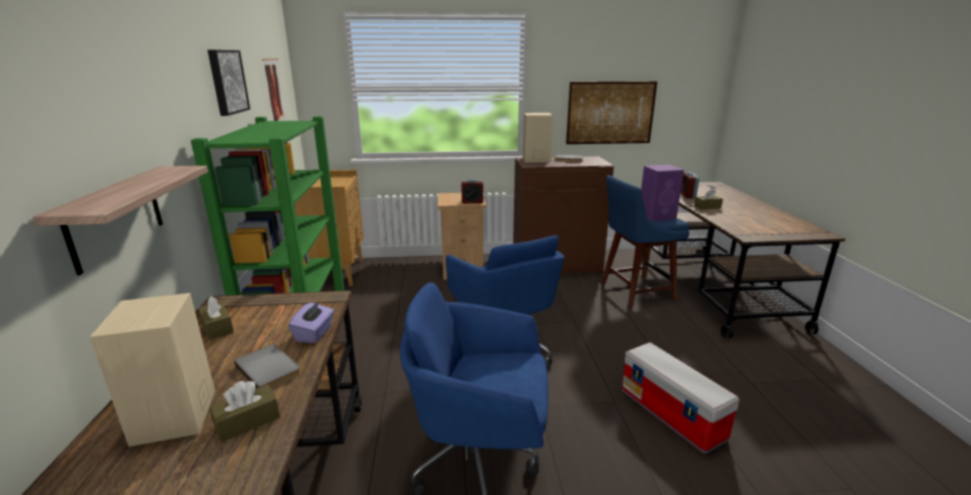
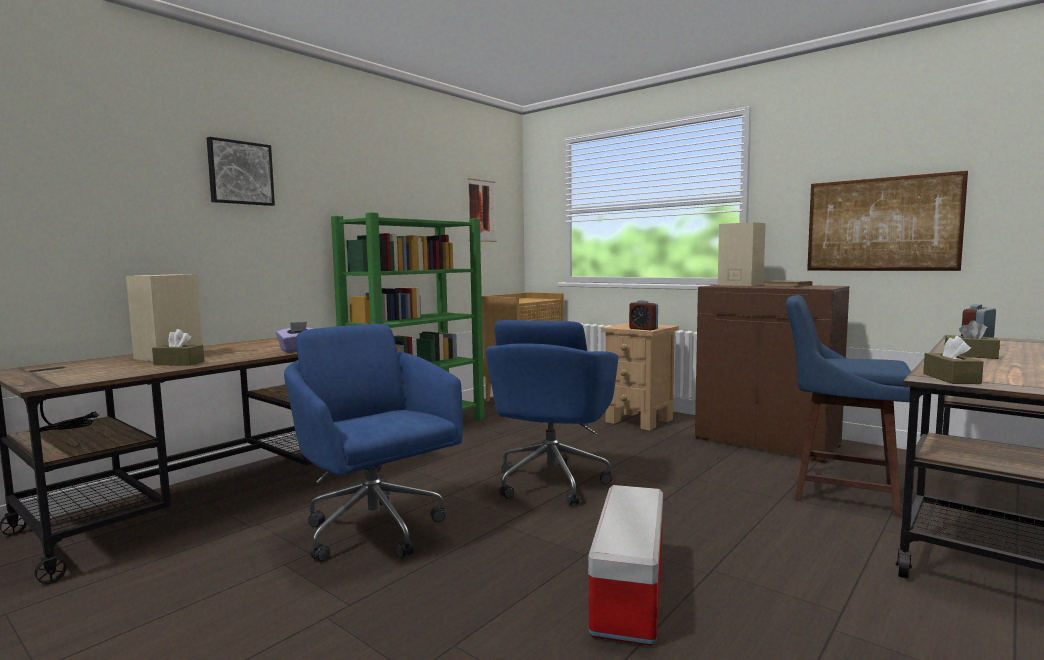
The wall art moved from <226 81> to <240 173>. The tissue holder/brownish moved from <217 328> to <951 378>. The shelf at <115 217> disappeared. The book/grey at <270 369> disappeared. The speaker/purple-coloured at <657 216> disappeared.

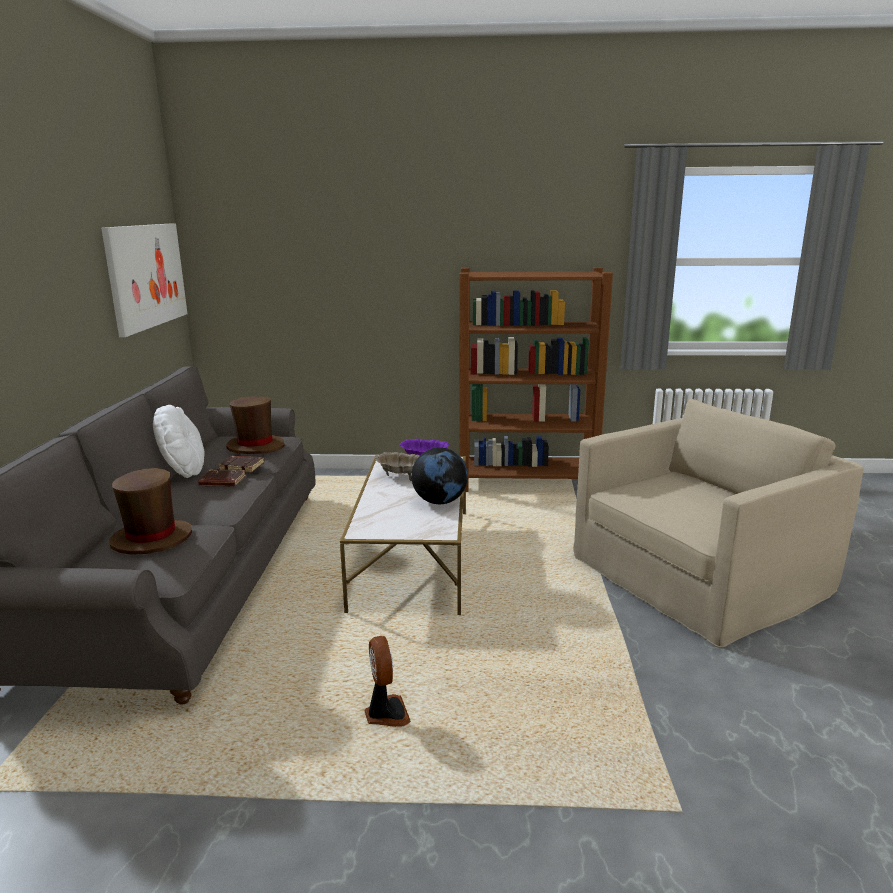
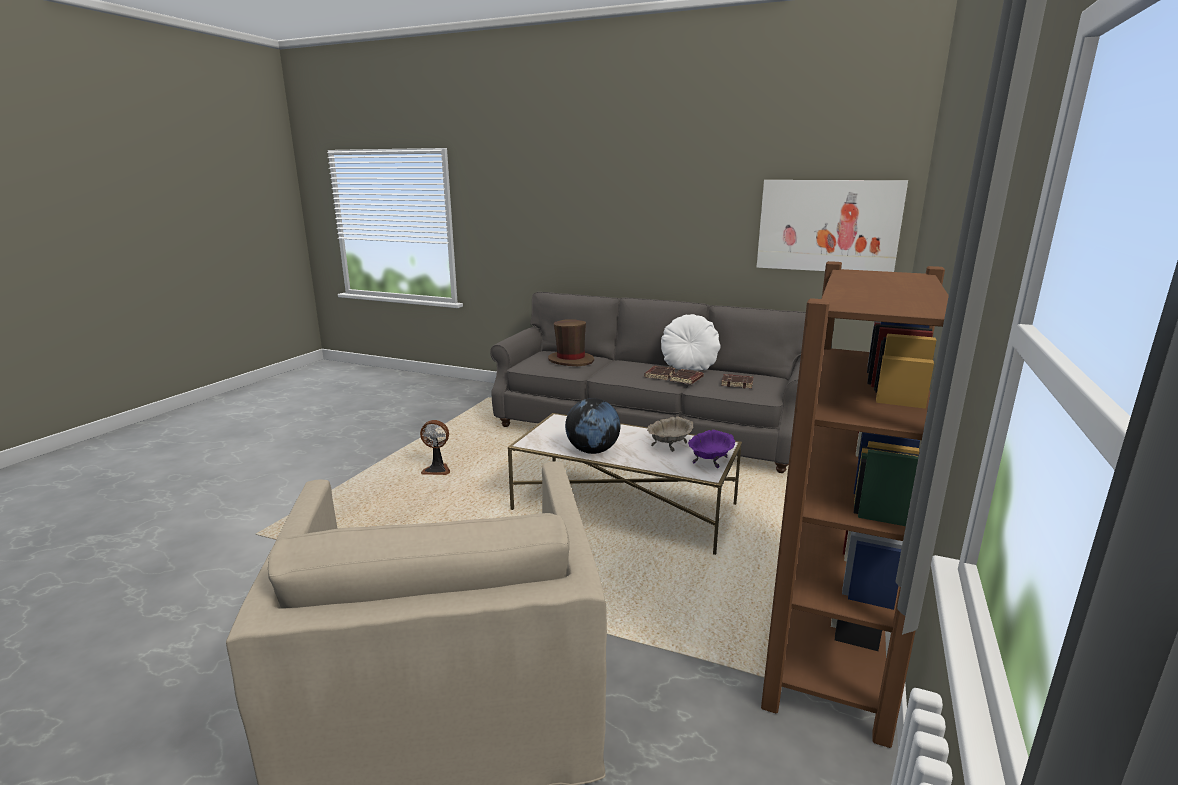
The clothing hat/brownish at <255 446> was replaced by the book/brownish at <737 384>.

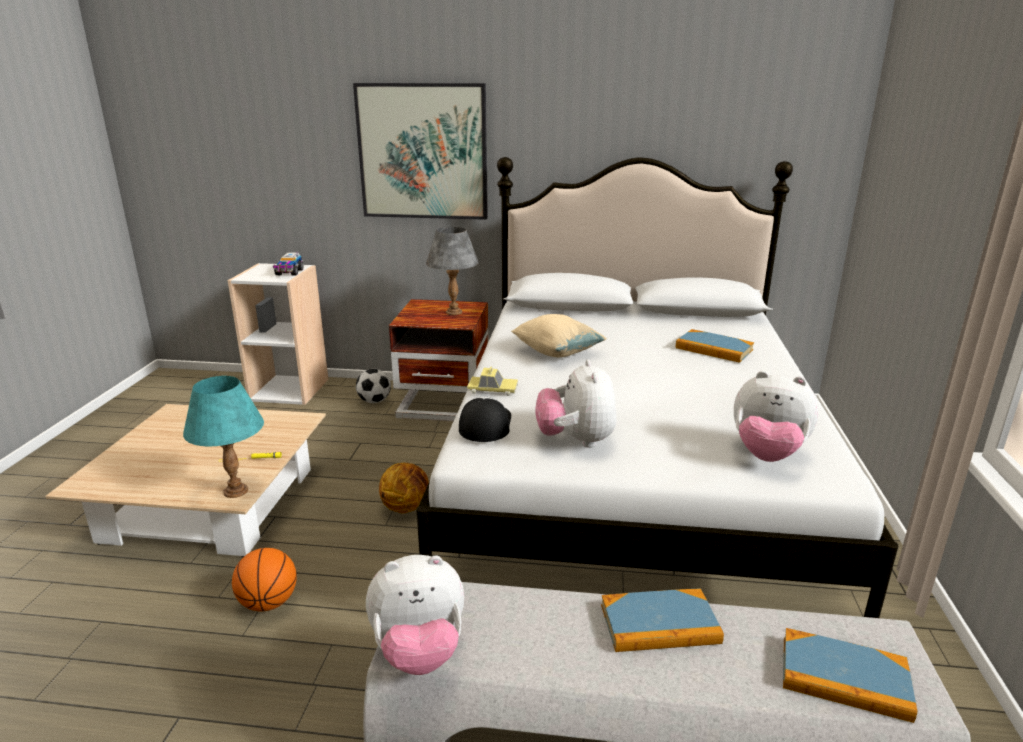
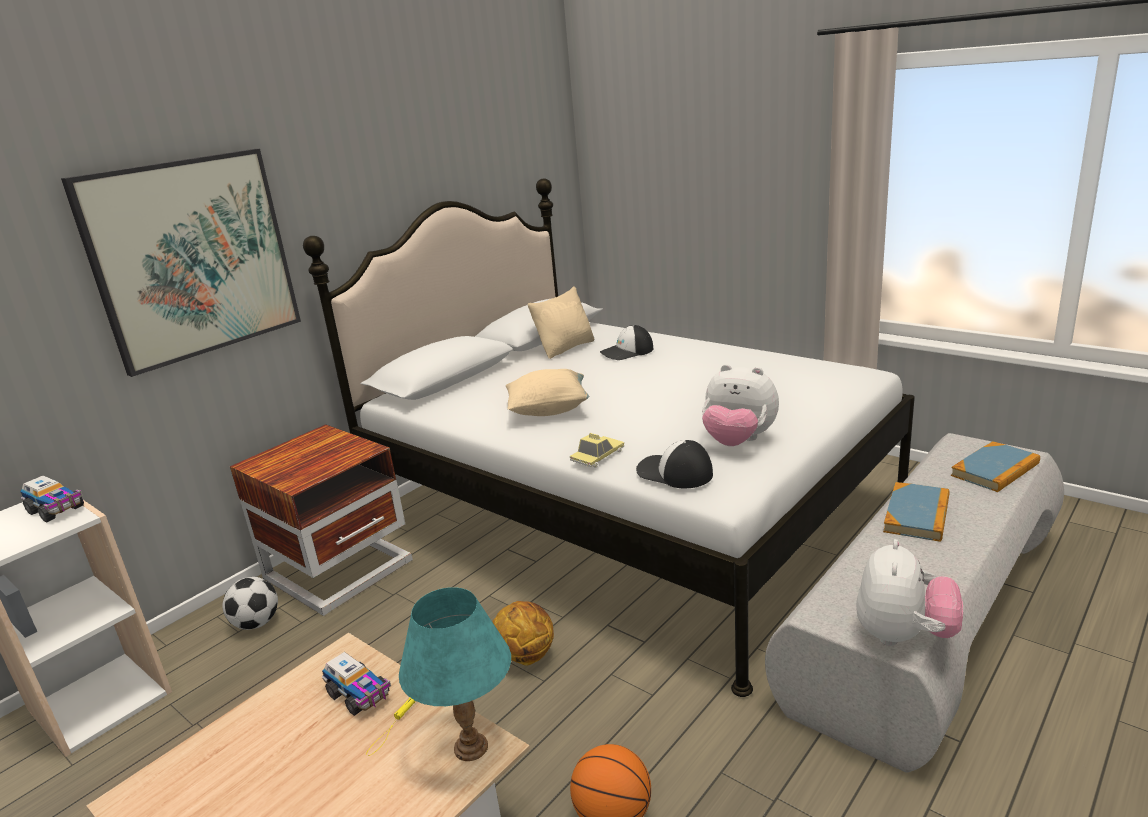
The toy lorry at <359 695> appeared. The pillow/beige at <565 348> appeared. The book at <714 349> was replaced by the baseball cap at <627 352>. The lamp for a table/grey at <454 312> disappeared. The cuddly toy at <767 454> disappeared.

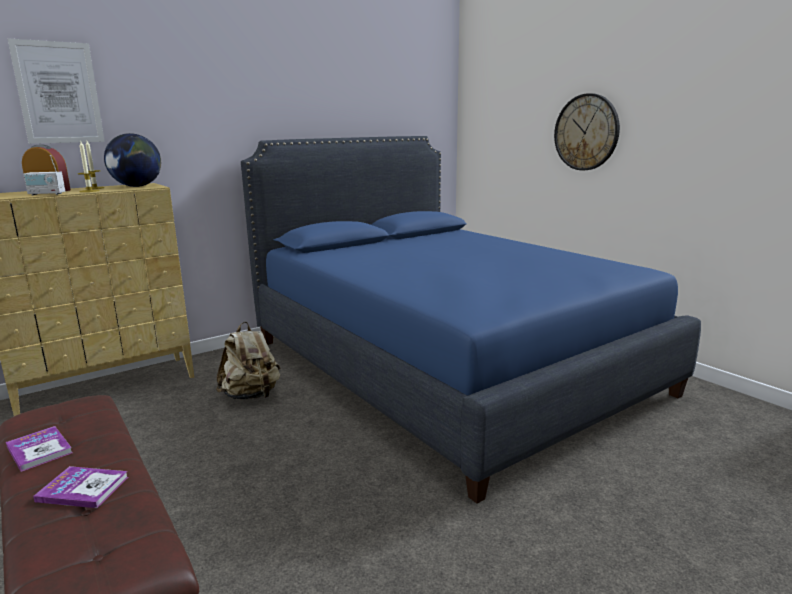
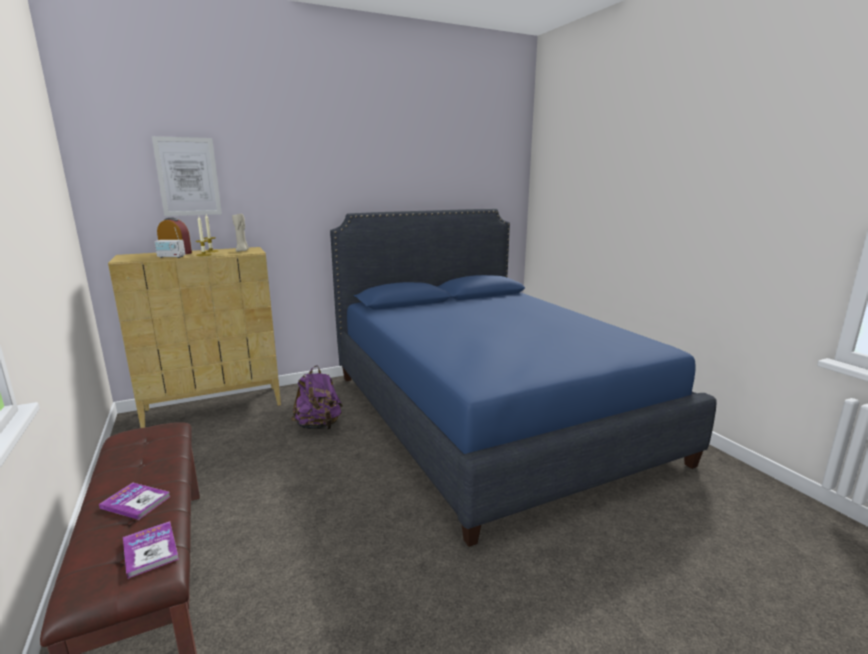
The book moved from <39 450> to <150 550>. The globe at <137 186> was replaced by the wax candle/beige at <242 251>. The knapsack/beige at <251 396> became the knapsack/purple-coloured at <319 426>. The hanging clock at <586 132> disappeared.

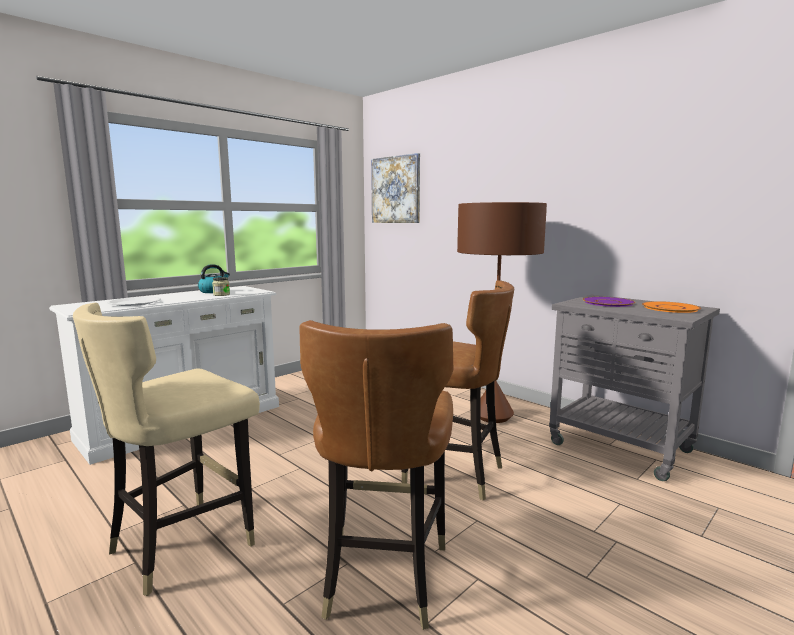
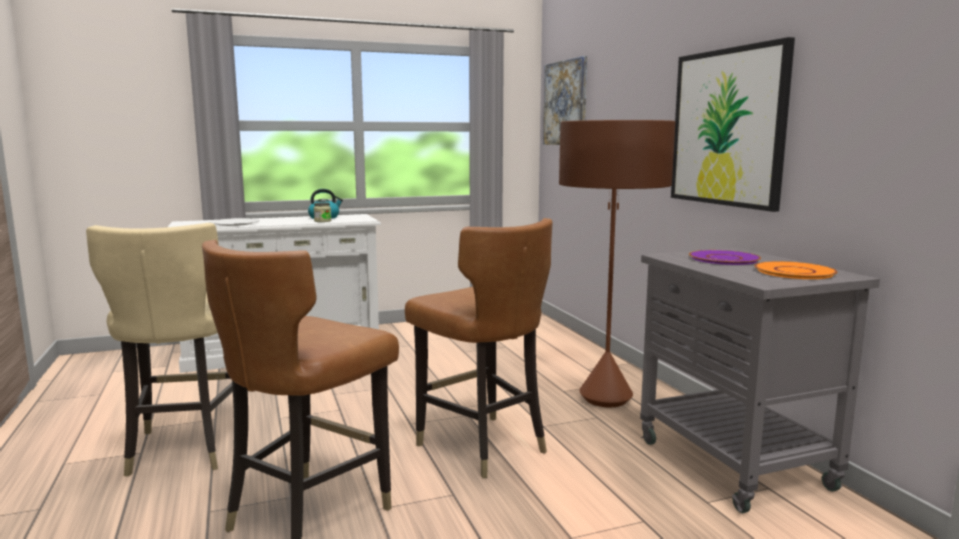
The plain chair/beige at <183 543> turned 75 degrees counterclockwise. The wall art at <727 127> appeared.

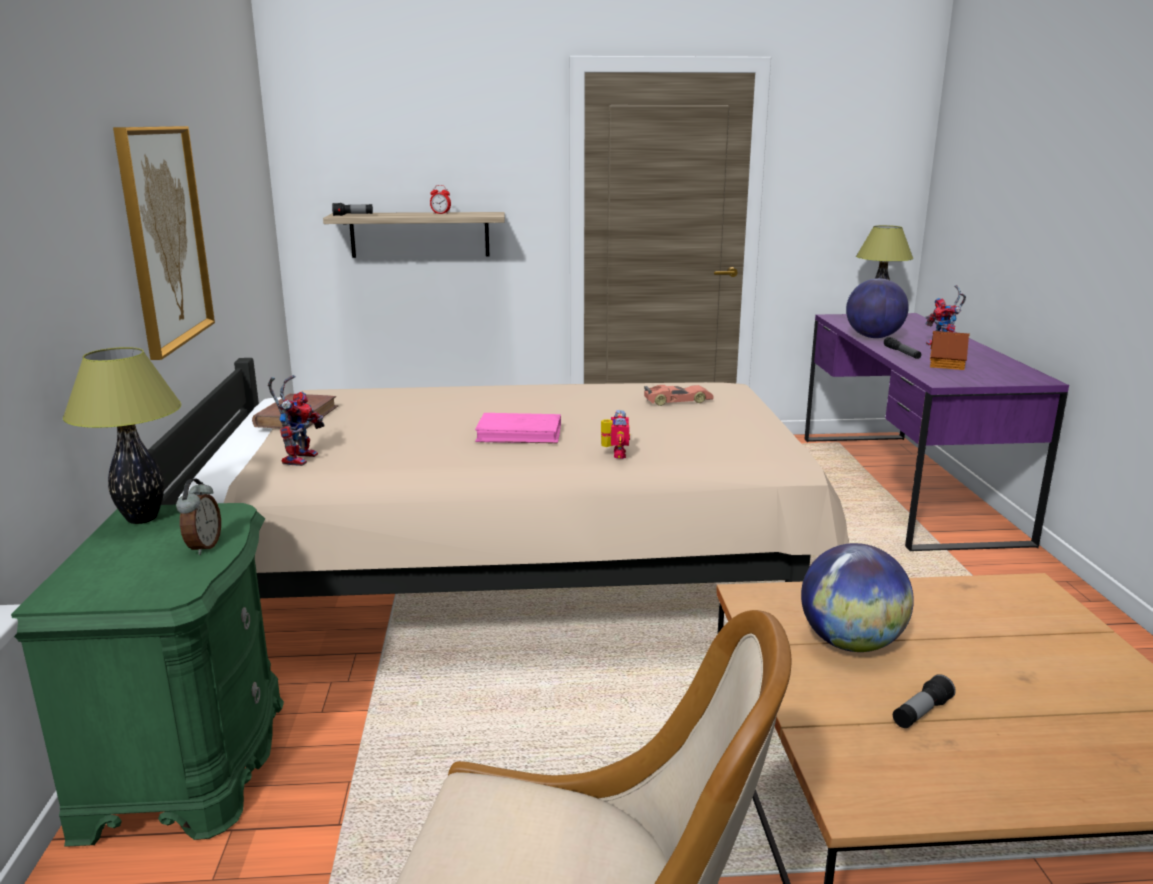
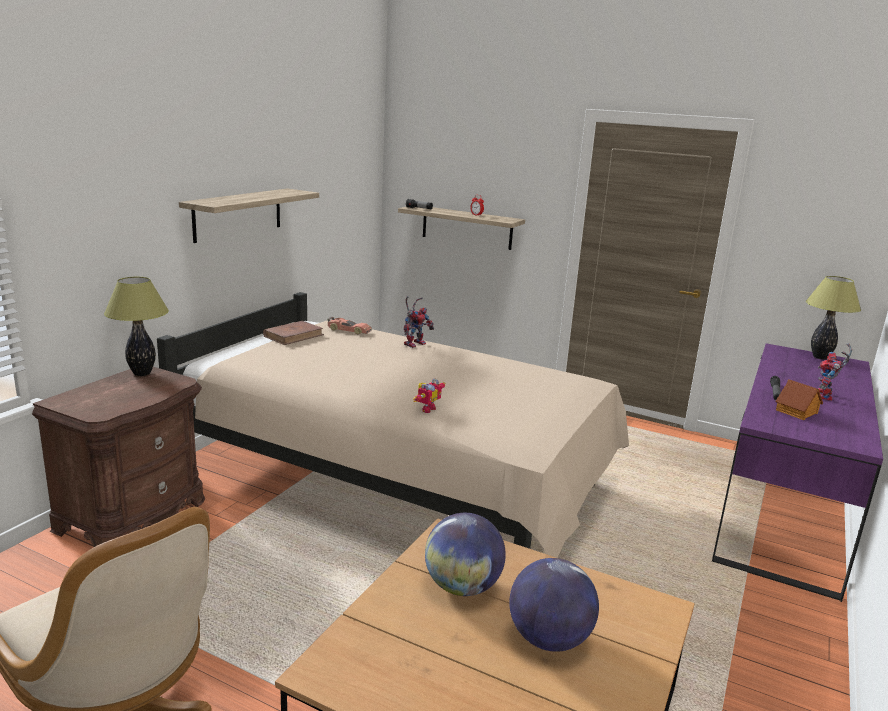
The nightstand/green-coloured at <194 760> became the nightstand/brownish at <137 515>. The wall art at <165 237> was replaced by the shelf at <238 214>. The miniature car moved from <677 401> to <349 330>. The robot figure moved from <298 457> to <415 343>. The globe moved from <873 337> to <548 639>. The table clock at <203 547> disappeared. The book/pinkish at <520 433> disappeared. The hand torch at <921 713> disappeared.

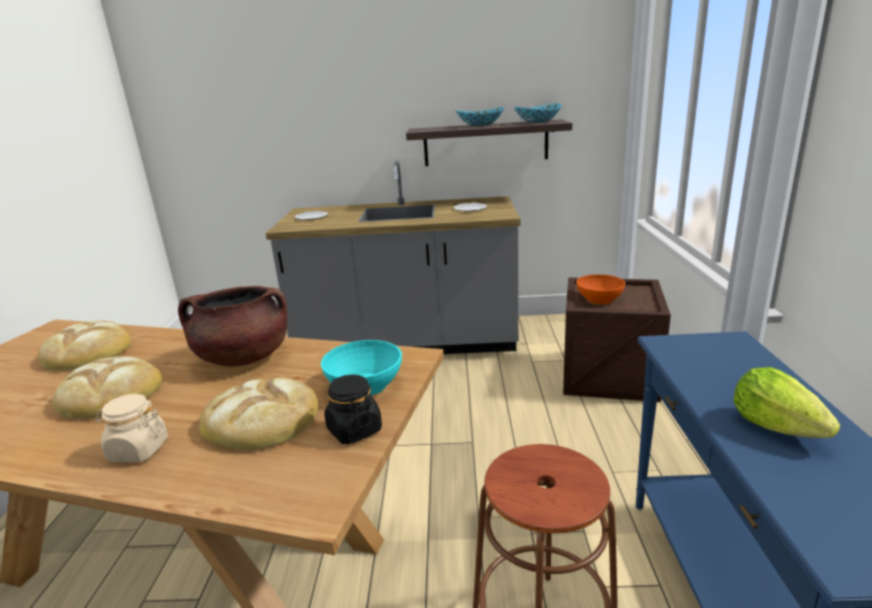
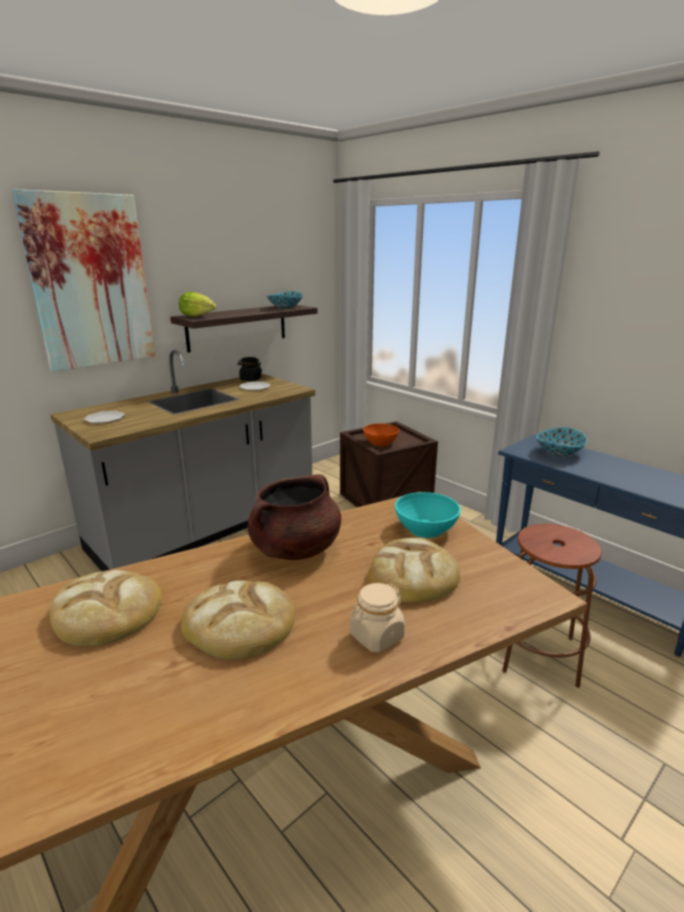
The wall art at <91 282> appeared. The head of lettuce moved from <775 426> to <197 316>. The preserve jar/black moved from <354 430> to <250 379>. The bowl moved from <480 125> to <559 452>.

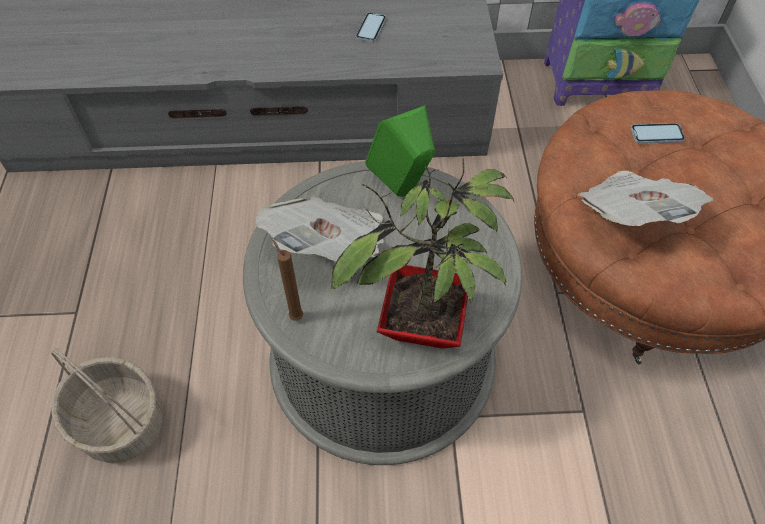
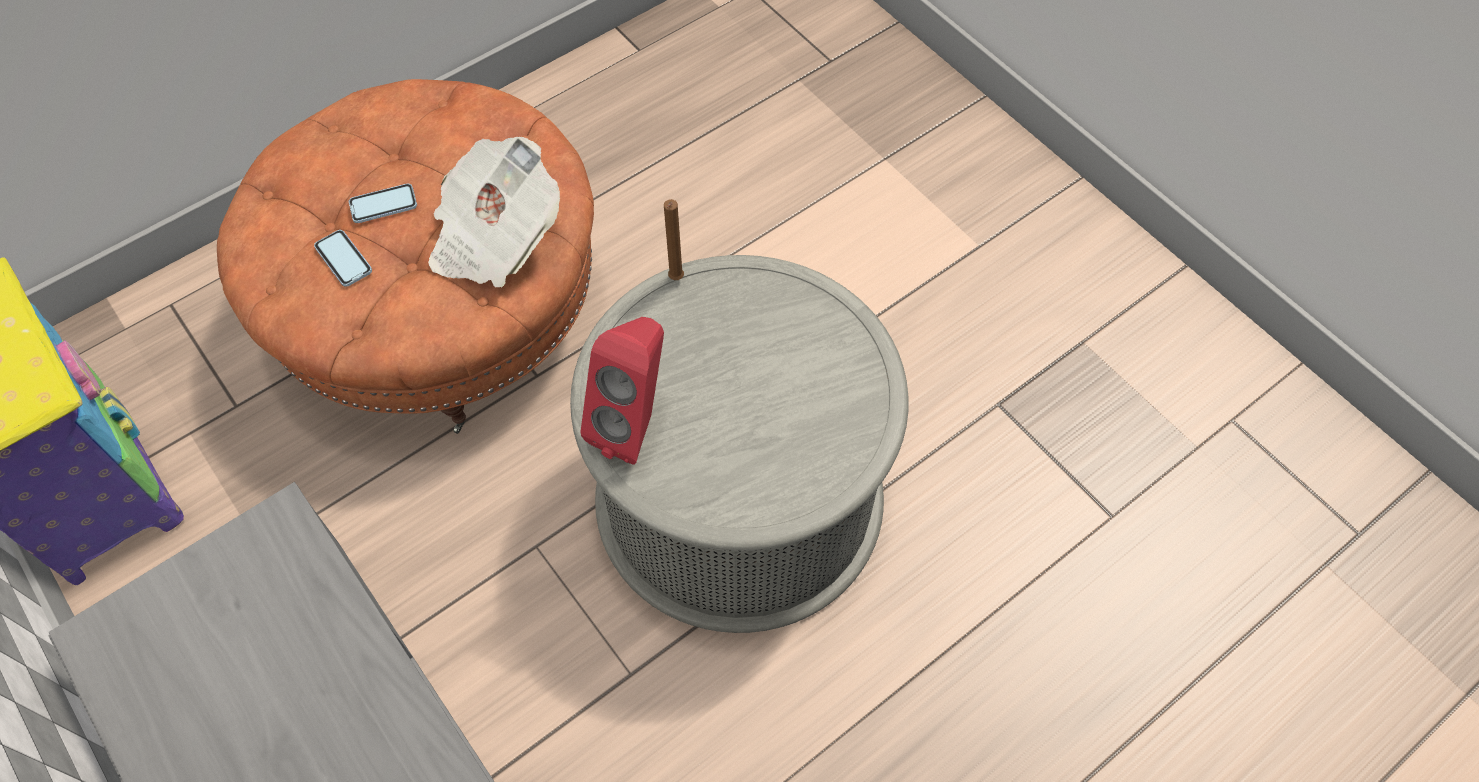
The telephone moved from <371 28> to <383 205>. The speaker/green-coloured at <402 192> became the speaker/red-coloured at <635 423>. The wax candle/brownish moved from <295 315> to <675 280>. The storage basket at <122 423> disappeared. The printed paper at <330 247> disappeared. The potted plant at <422 329> disappeared.

